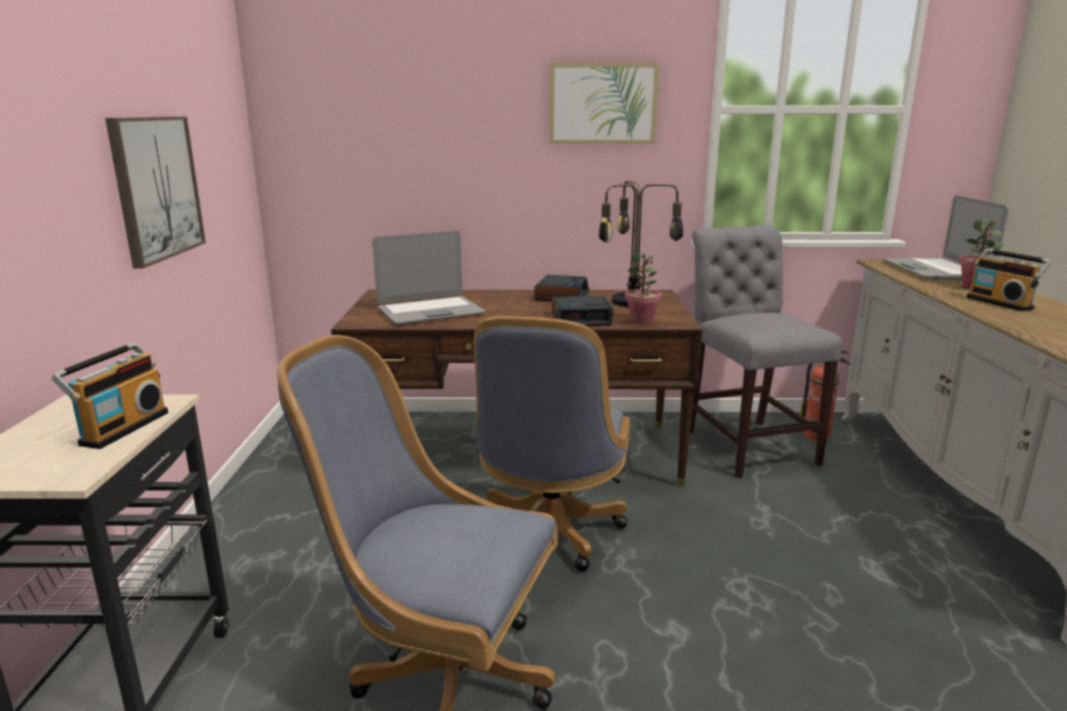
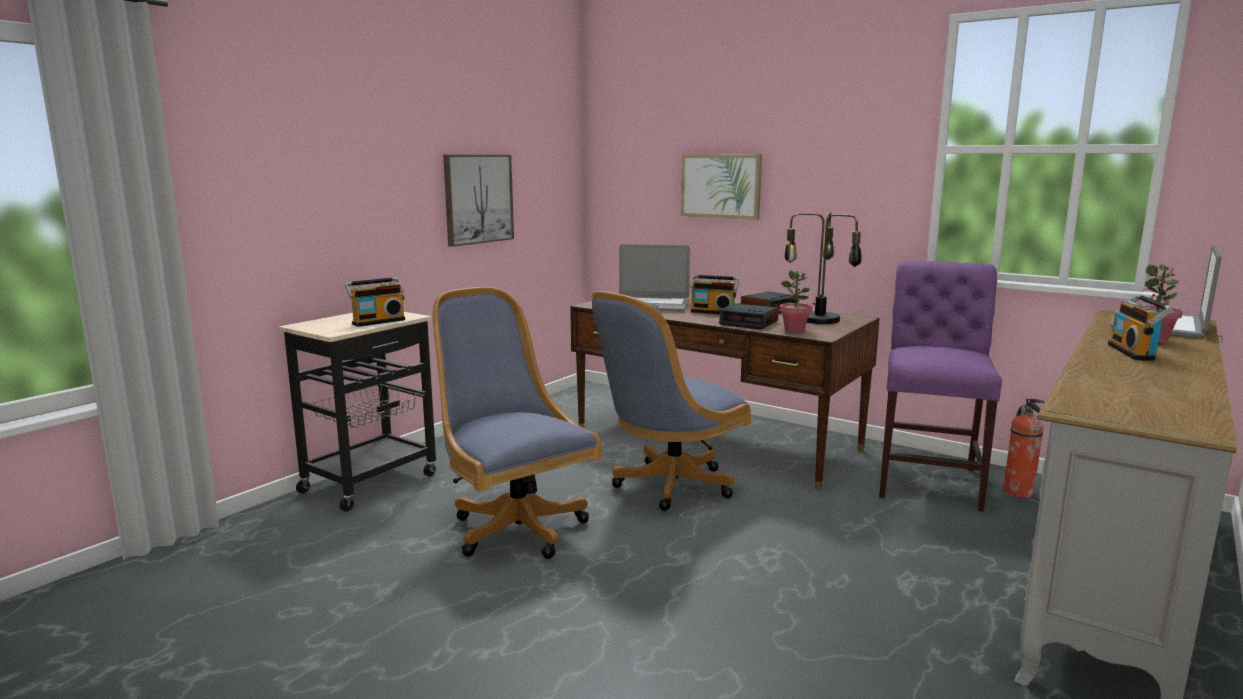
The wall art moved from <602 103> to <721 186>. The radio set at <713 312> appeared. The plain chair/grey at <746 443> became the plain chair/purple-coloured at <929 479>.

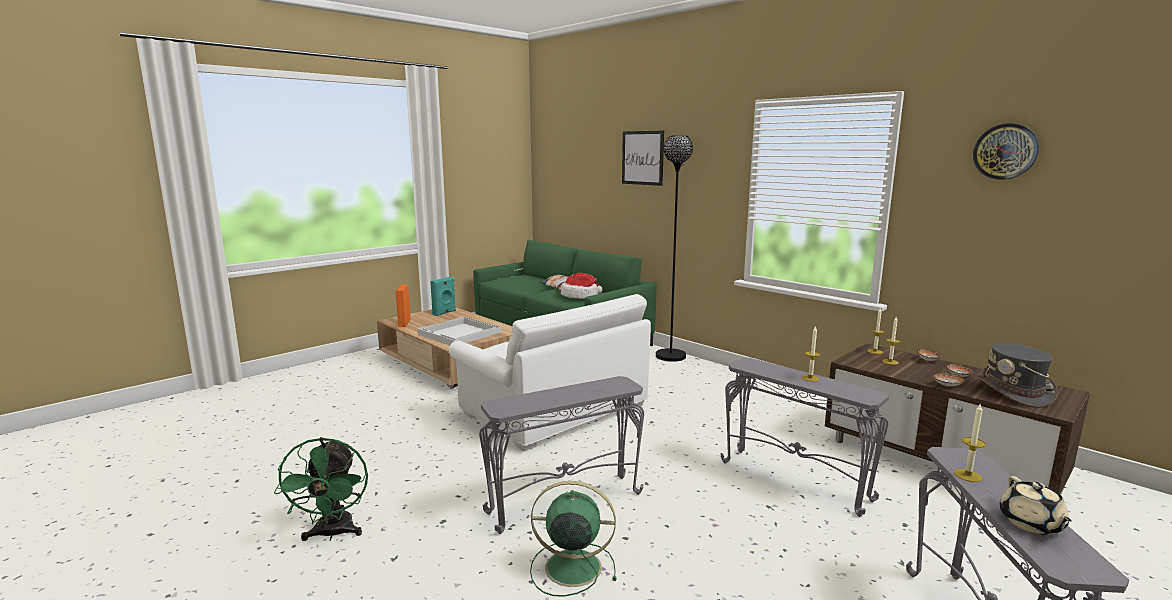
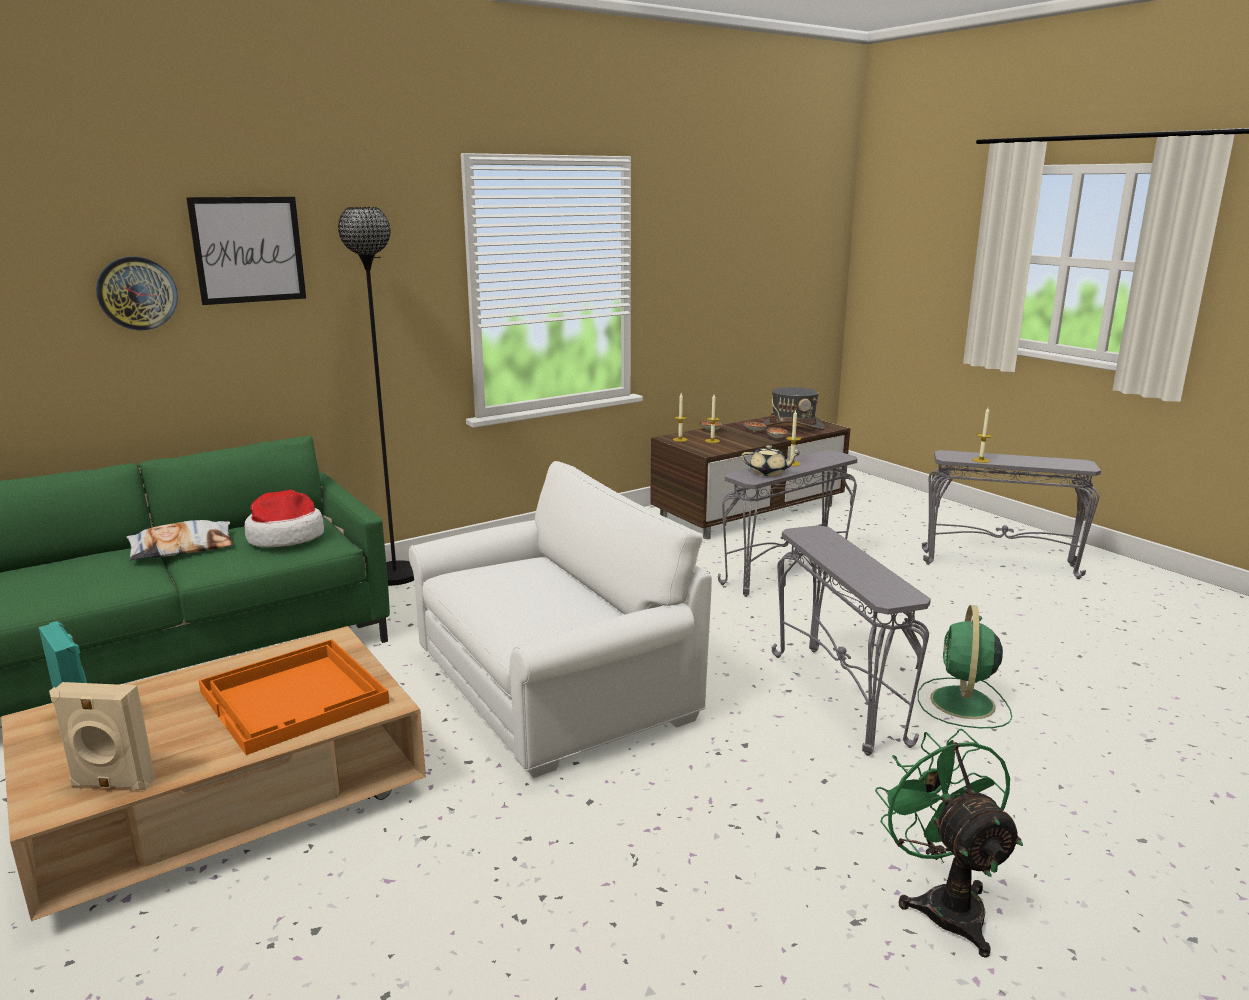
The speaker/orange-coloured at <403 323> became the speaker/beige at <112 784>. The hanging clock moved from <1005 151> to <137 293>. The tray/whitish at <459 333> became the tray/orange-coloured at <296 697>. The tea pot/beige moved from <1031 524> to <768 473>. The fan/green-coloured at <332 534> turned 105 degrees counterclockwise.

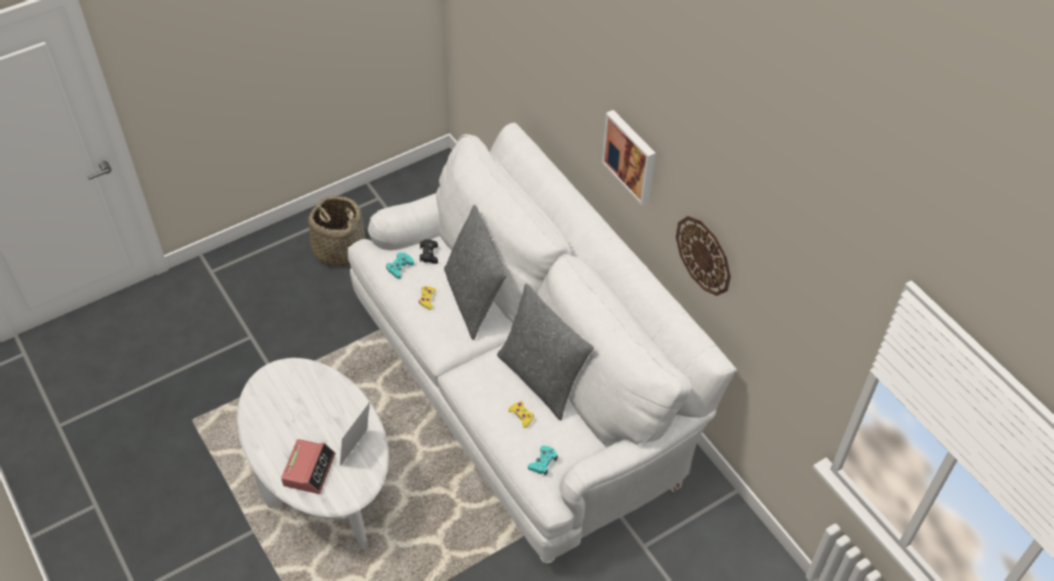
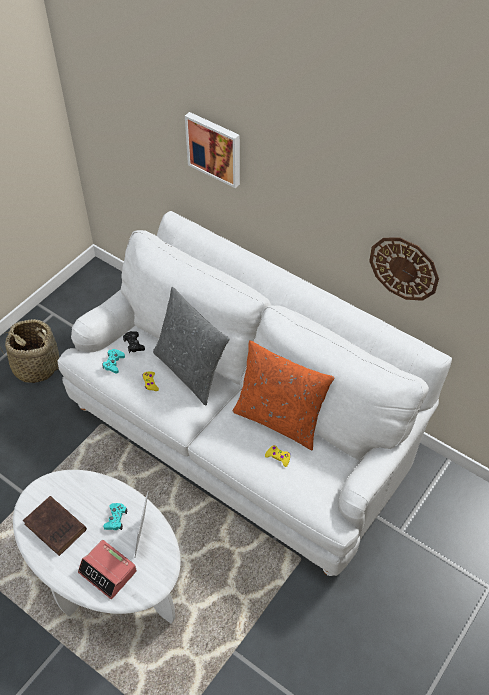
The book/brownish at <56 528> appeared. The table clock at <309 470> turned 135 degrees clockwise. The gamepad/turquoise moved from <543 462> to <115 519>. The wall art moved from <631 156> to <215 148>. The pillow/grey at <542 378> became the pillow/orange-coloured at <279 419>.

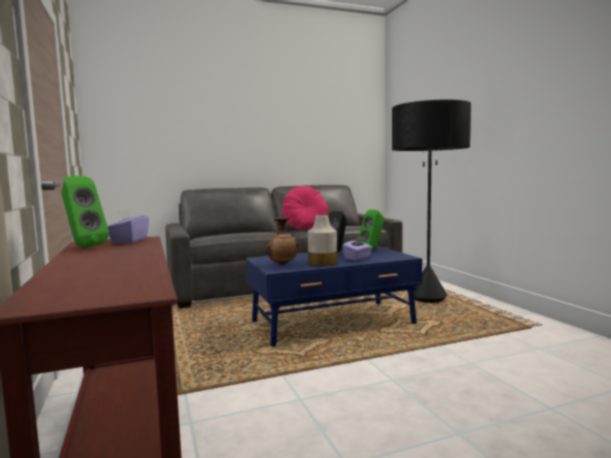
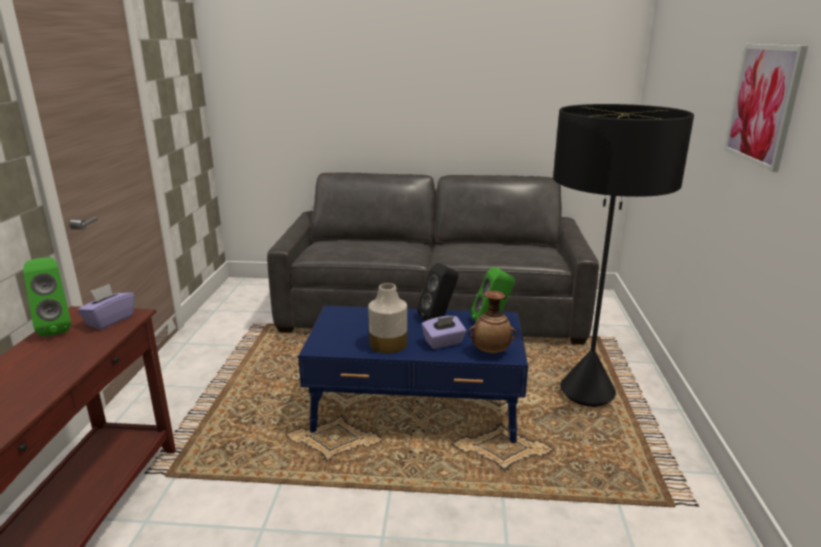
The flower vase moved from <282 264> to <491 352>. The wall art at <763 104> appeared. The pillow/pinkish at <305 229> disappeared.

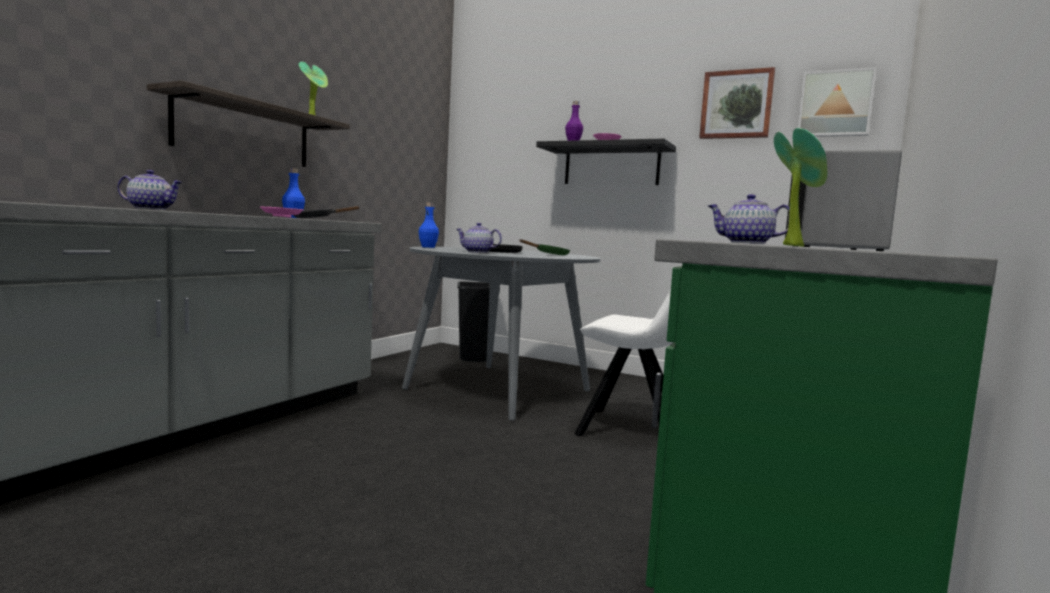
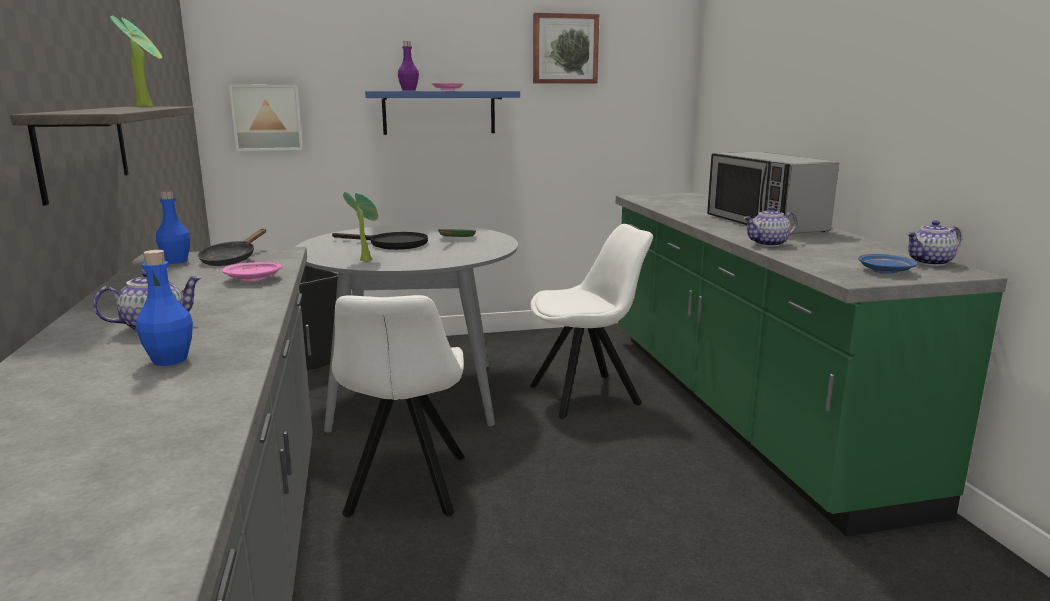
The beverage bottle/blue moved from <428 247> to <169 360>. The wall art moved from <835 104> to <267 117>. The plain chair/whitish at <406 485> appeared. The potted plant moved from <793 246> to <365 259>. The shelf/black at <611 166> became the shelf/blue at <439 112>. The plate/blue at <884 271> appeared. The tea pot moved from <477 252> to <930 263>.

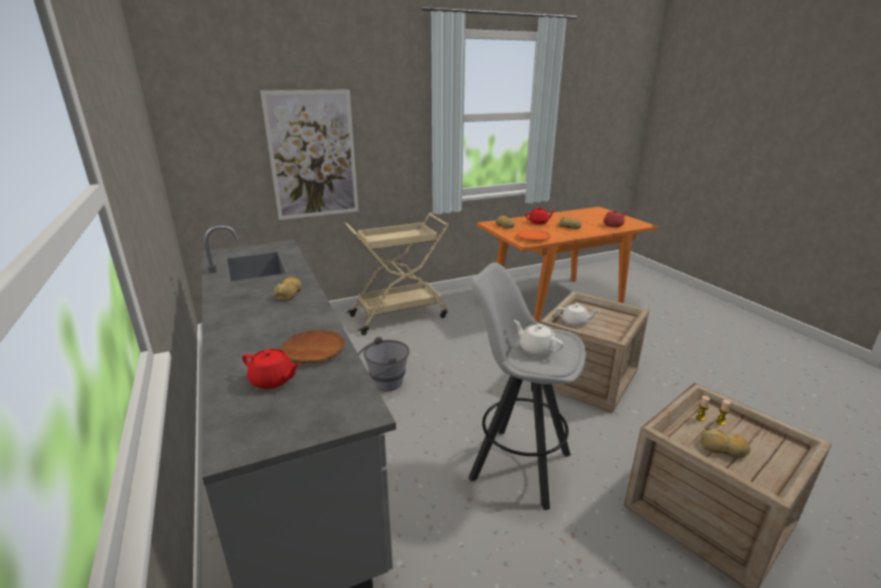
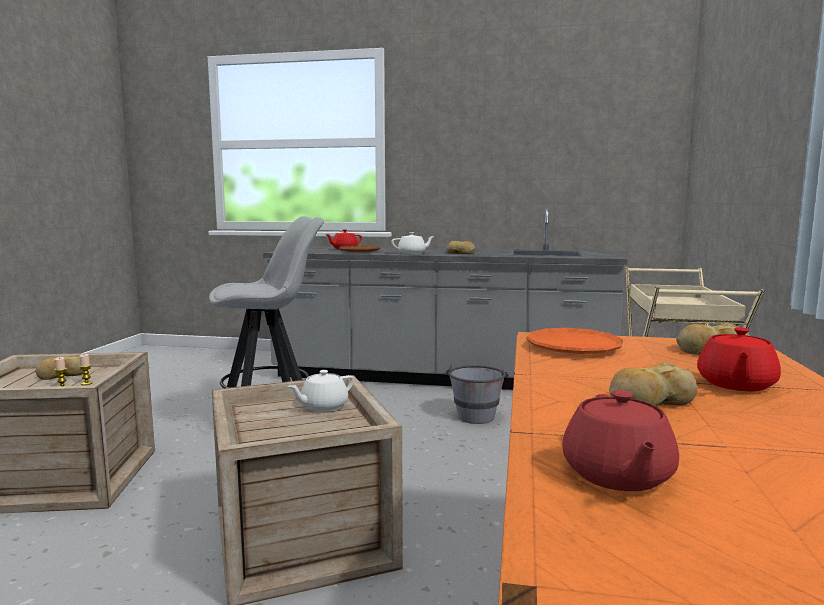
The tea pot/whitish moved from <536 349> to <412 253>. The wall art at <313 155> disappeared.

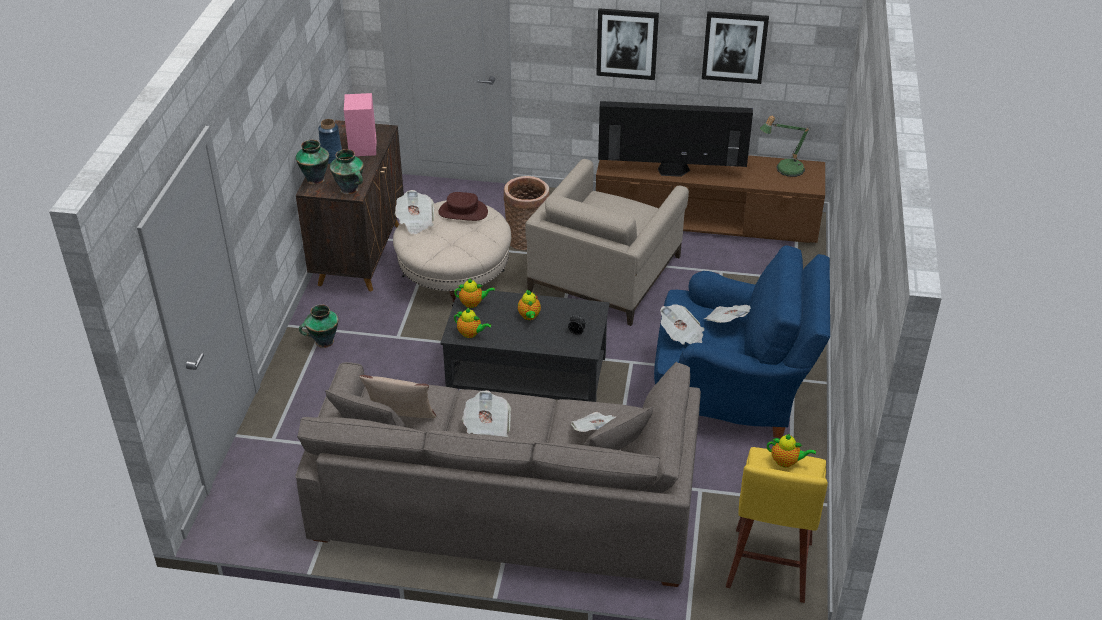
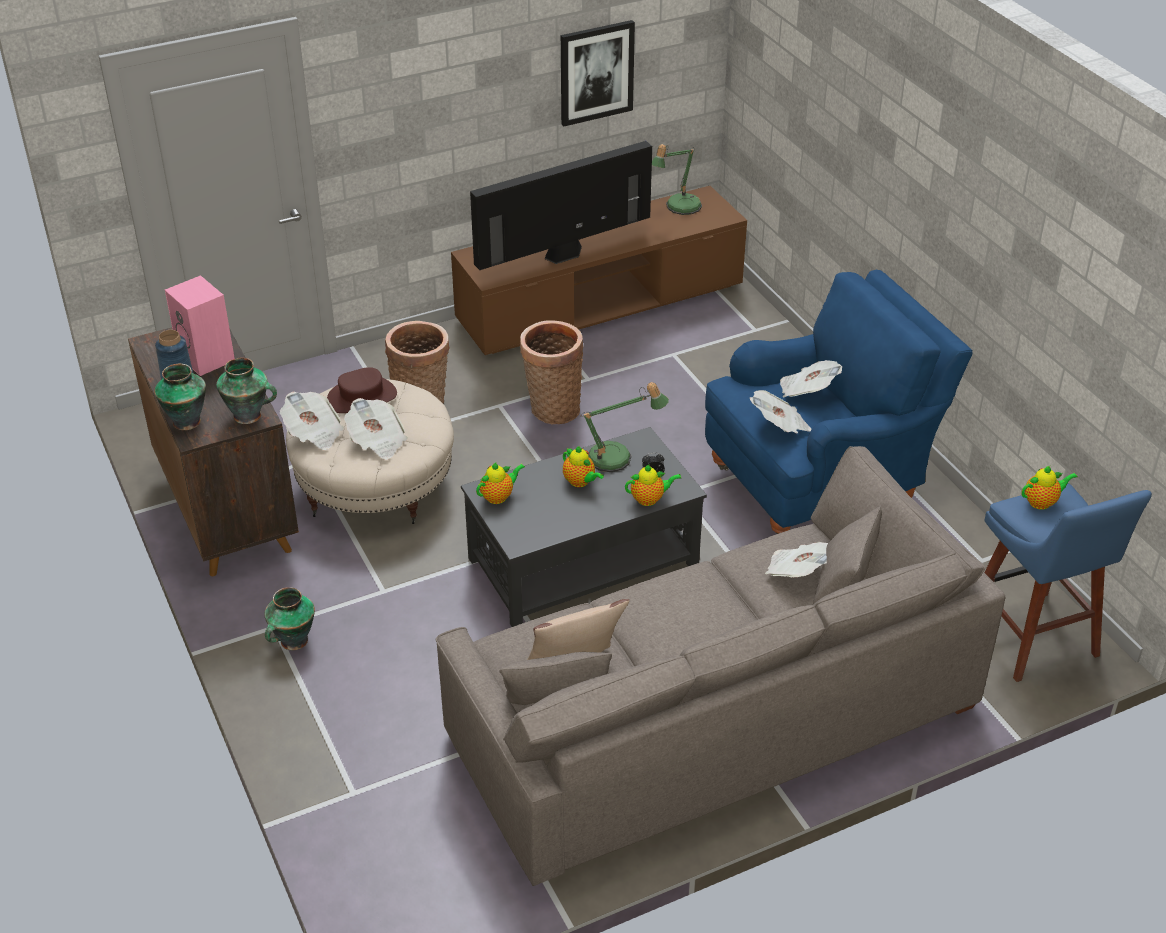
The printed paper moved from <487 430> to <377 441>. The easy chair/beige at <605 273> was replaced by the storage basket at <552 408>. The lamp for a table at <617 459> appeared. The tea pot moved from <471 334> to <649 499>. The stool/yellow at <768 567> became the stool/blue at <1032 639>. The wall art at <627 43> disappeared.

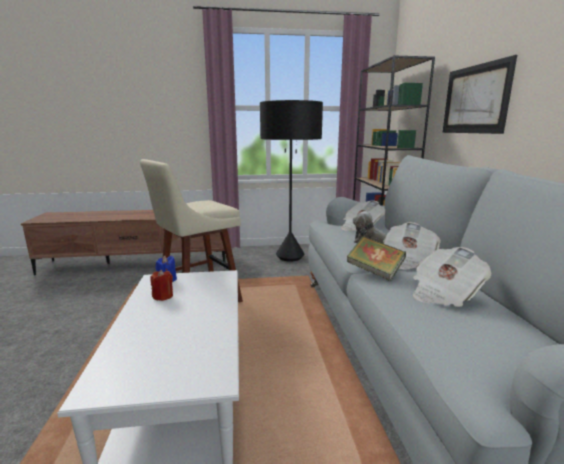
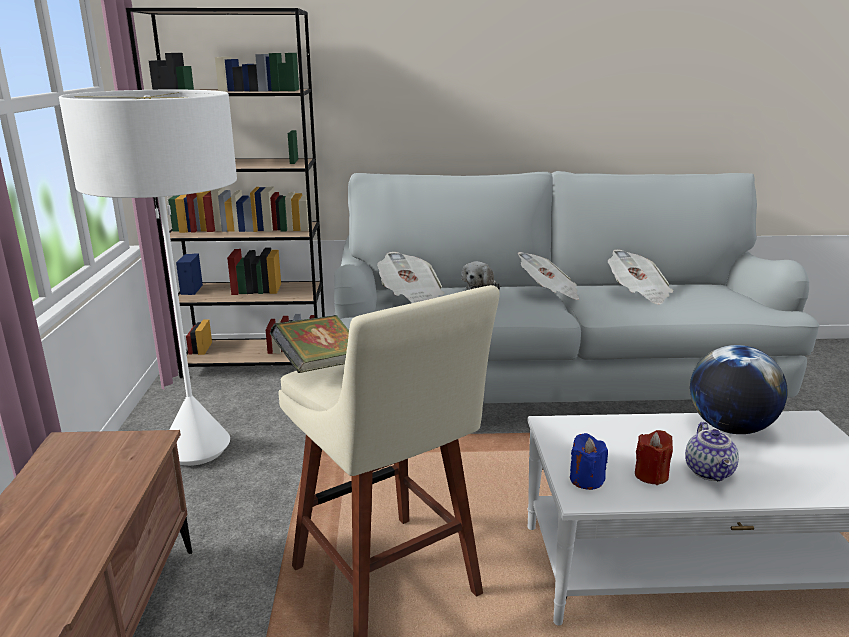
The standing lamp/black at <290 257> became the standing lamp/whitish at <197 451>. The book moved from <374 272> to <320 366>. The tea pot at <710 472> appeared. The globe at <730 428> appeared. The wall art at <475 99> disappeared.

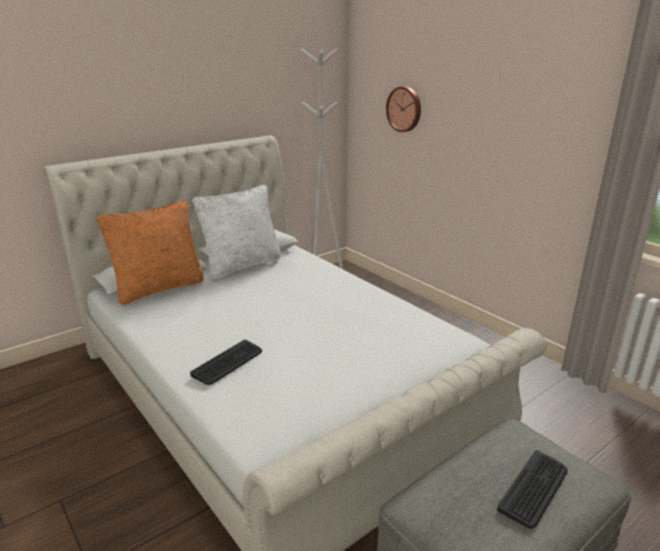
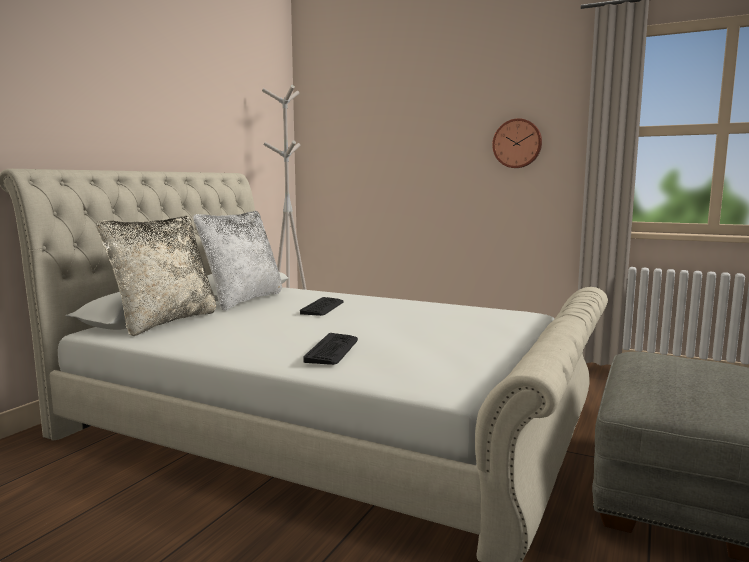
The pillow/orange-coloured at <161 290> became the pillow/beige at <167 323>. The keyboard moved from <534 489> to <323 307>. The hanging clock moved from <404 109> to <517 143>.

